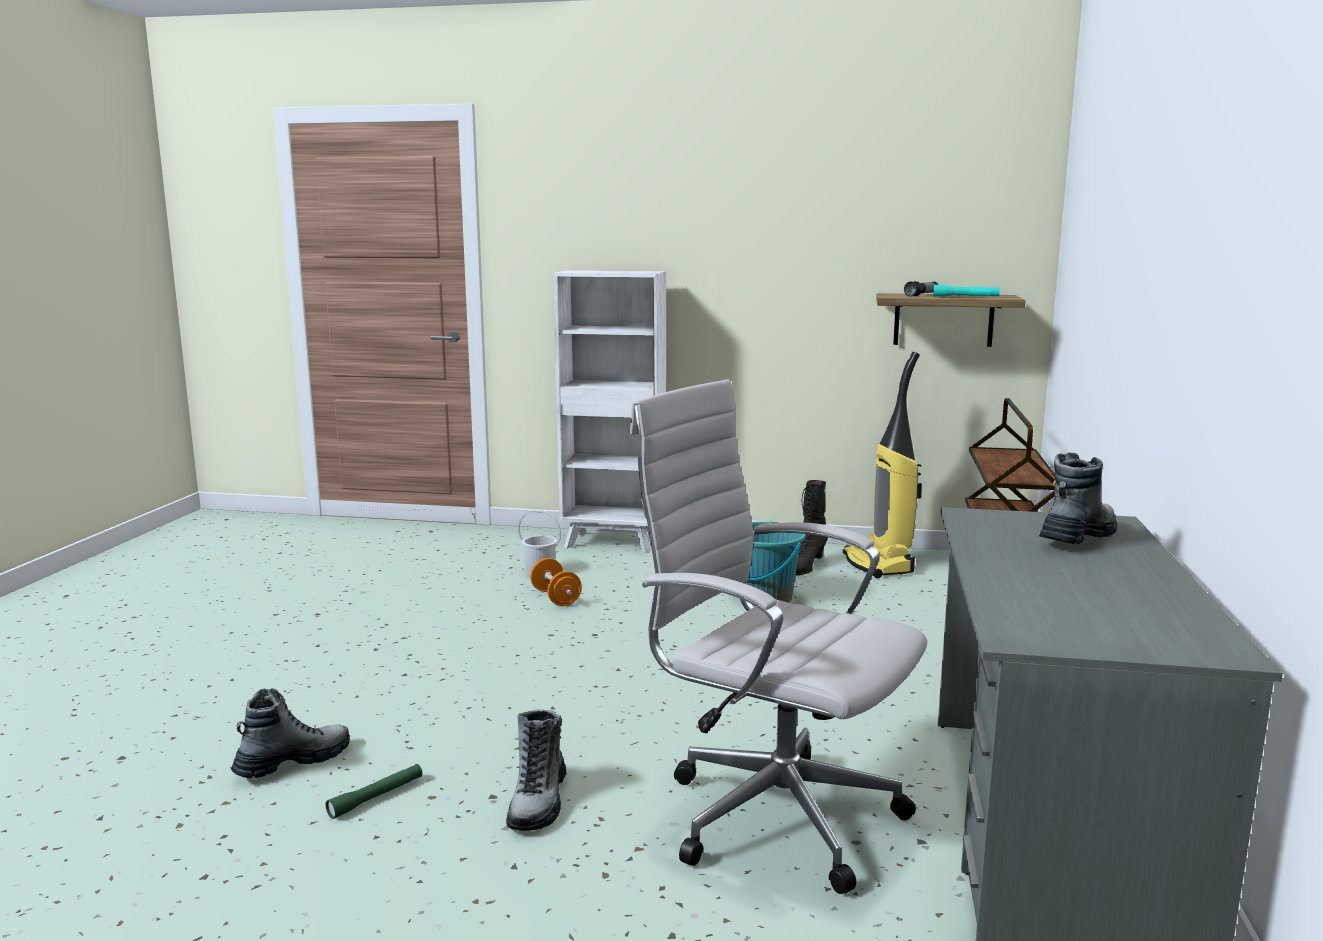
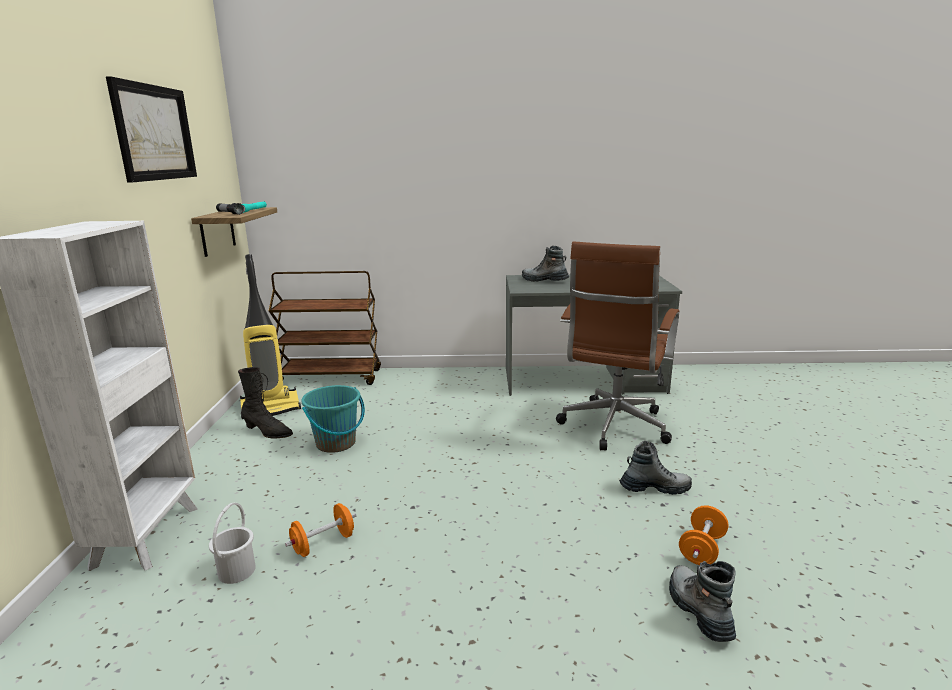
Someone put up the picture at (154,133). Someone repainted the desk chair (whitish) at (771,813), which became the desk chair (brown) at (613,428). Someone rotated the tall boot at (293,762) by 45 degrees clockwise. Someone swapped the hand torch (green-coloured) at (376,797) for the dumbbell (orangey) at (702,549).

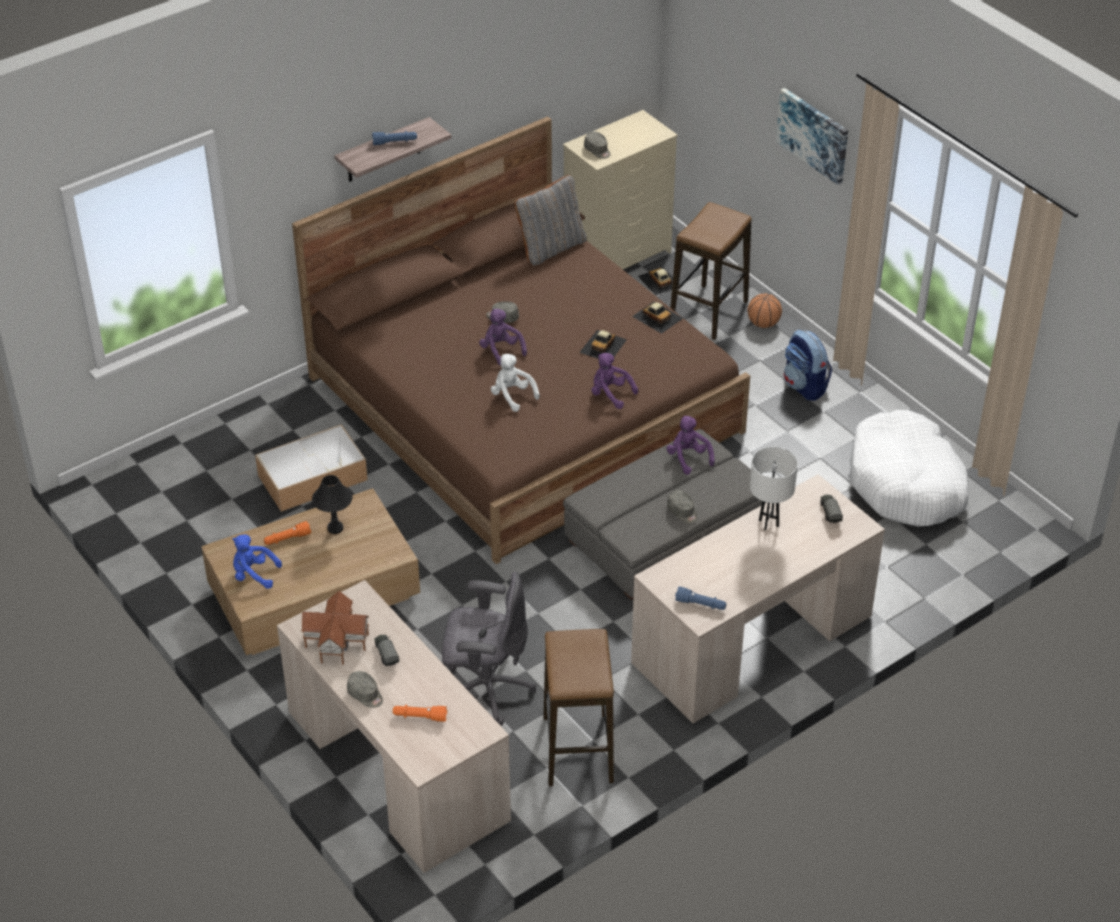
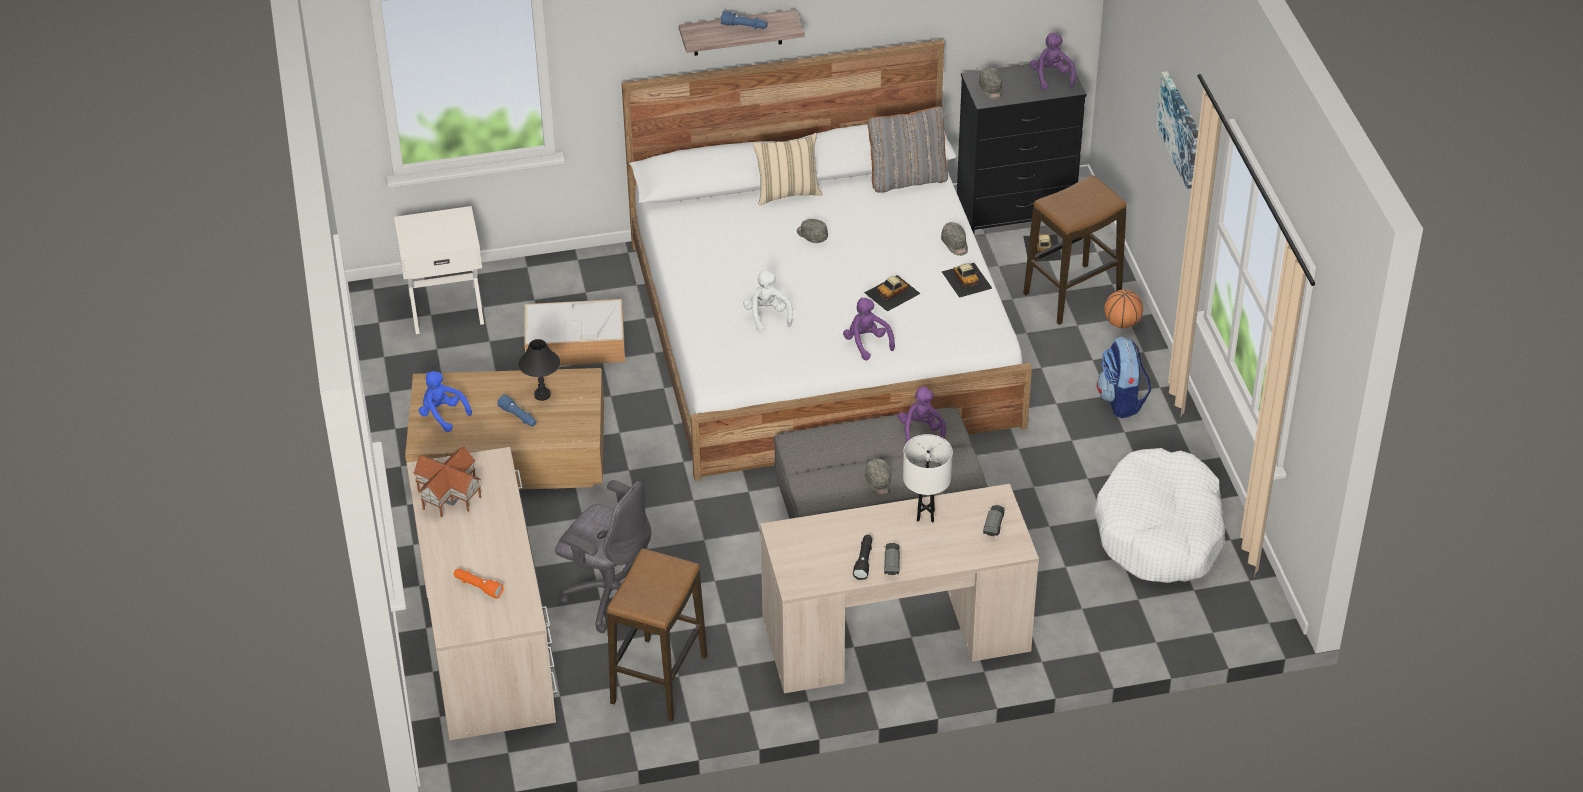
Someone put down the bedside table (whitish) at (446,307). Someone carried the hand torch (blue) from (700,604) to (518,417). Someone repainted the sleeping bed (brown) at (523,403), which became the sleeping bed (whitish) at (822,332). Someone put down the throw pillow (beige) at (787,192). Someone put down the hand torch (black-coloured) at (864,561). Someone carried the model truck from (386,654) to (892,563). Someone carried the cap (greyish) from (365,695) to (955,244). Someone repainted the drawer chest (beige) at (618,256), which became the drawer chest (black-coloured) at (1016,210). Someone carried the plush toy (purple-coloured) from (501,350) to (1051,77). Someone took away the hand torch (orangey) at (287,539).

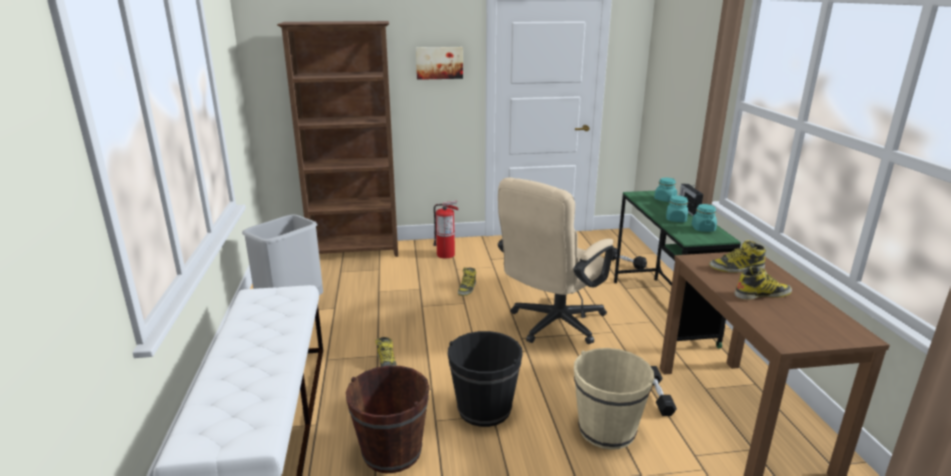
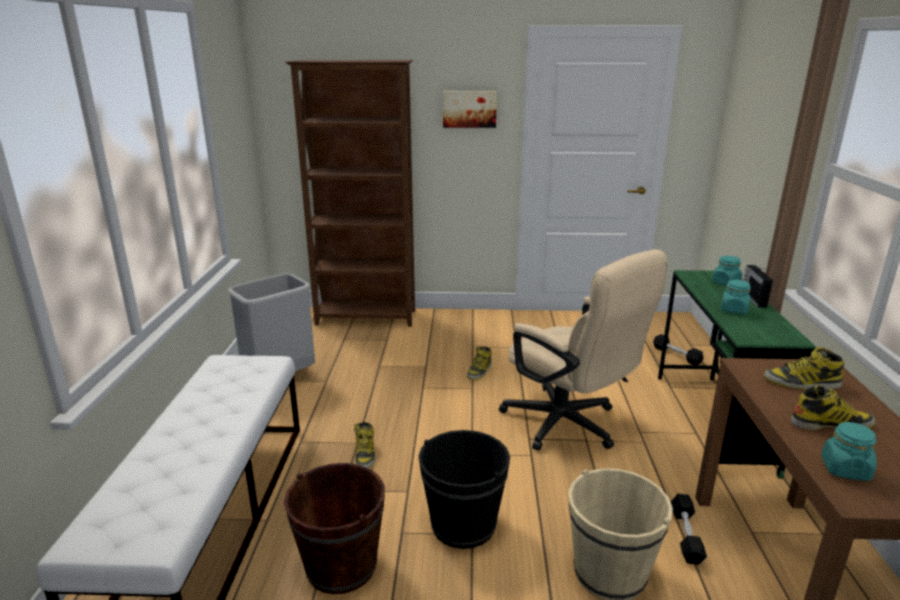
Someone rotated the desk chair (beige) at (552,325) by 90 degrees counterclockwise. Someone carried the storage jar (turquoise) from (703,229) to (844,469). Someone took away the fire-fighting cylinder at (446,254).

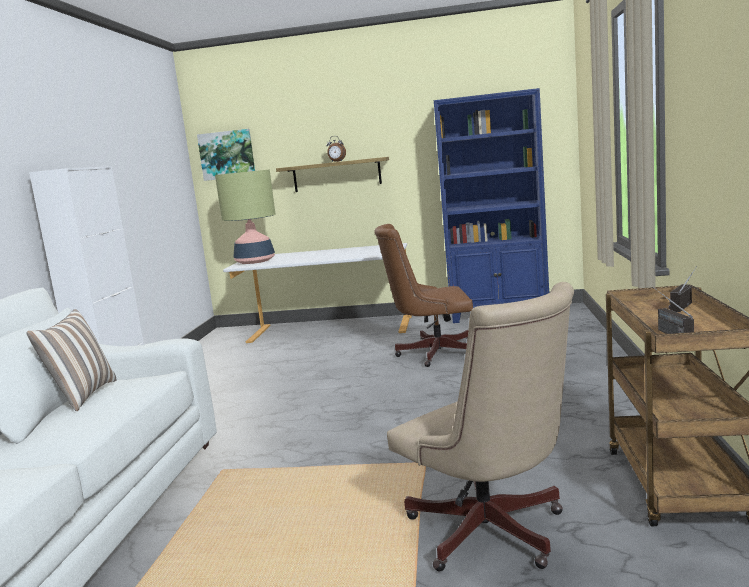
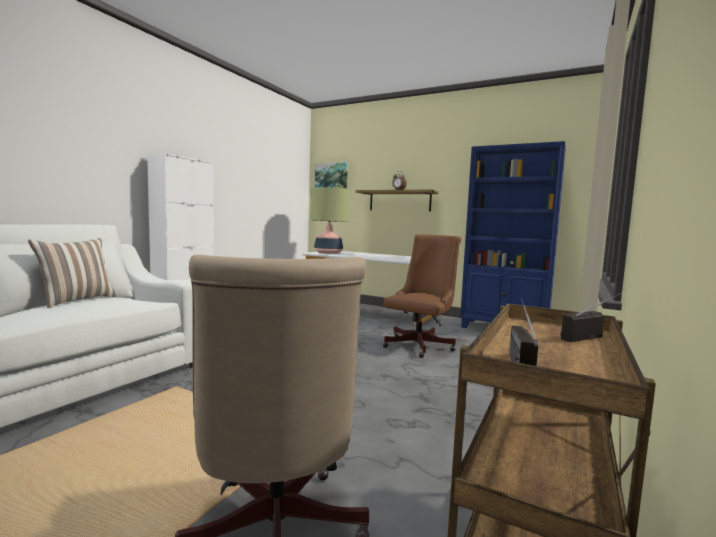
Someone rotated the desk chair (brown) at (432,353) by 105 degrees clockwise.

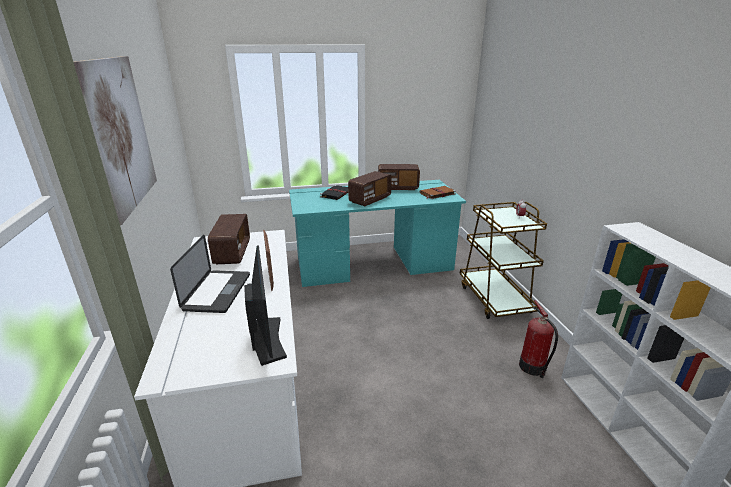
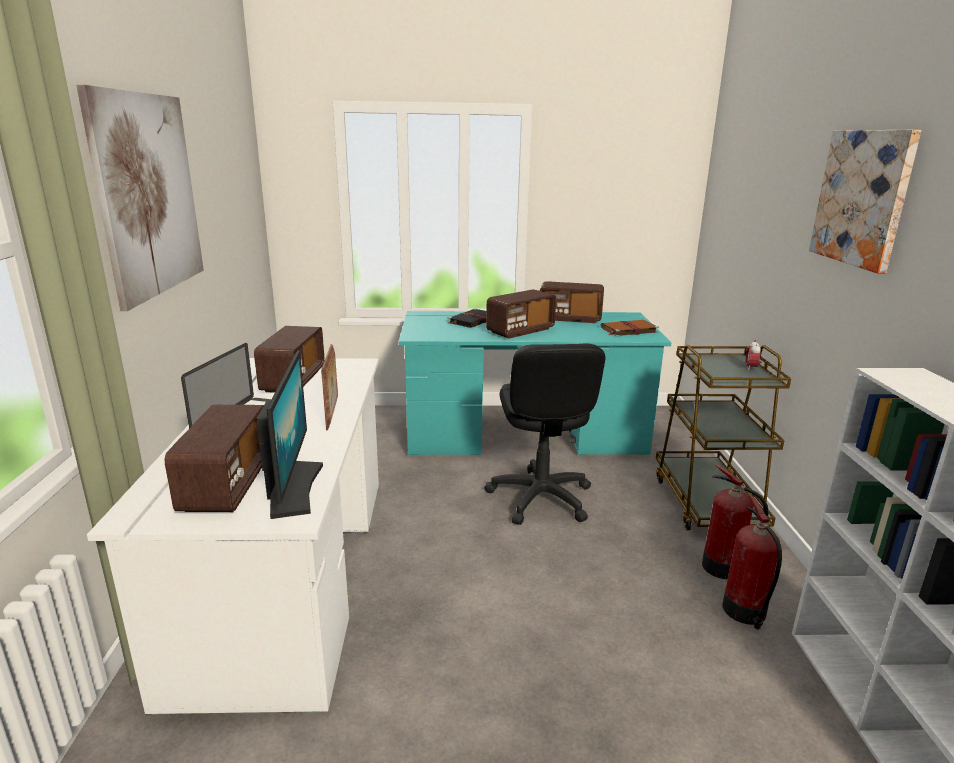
Someone put down the radio receiver at (226,485). Someone put down the desk chair (black-coloured) at (540,498). Someone put down the fire-fighting cylinder at (724,568). Someone put up the picture at (863,198).

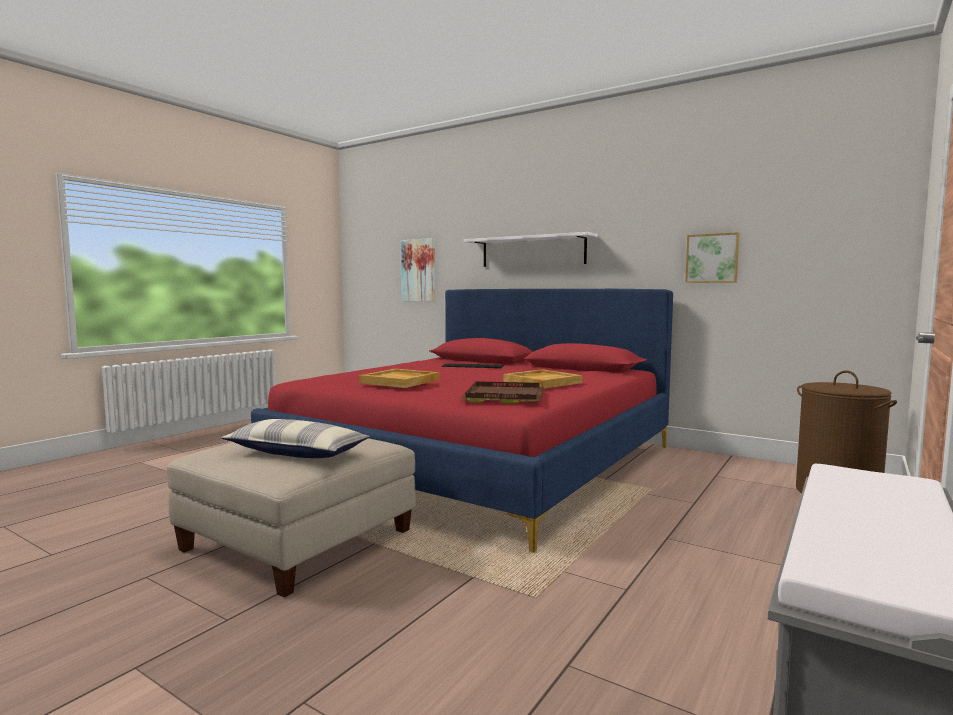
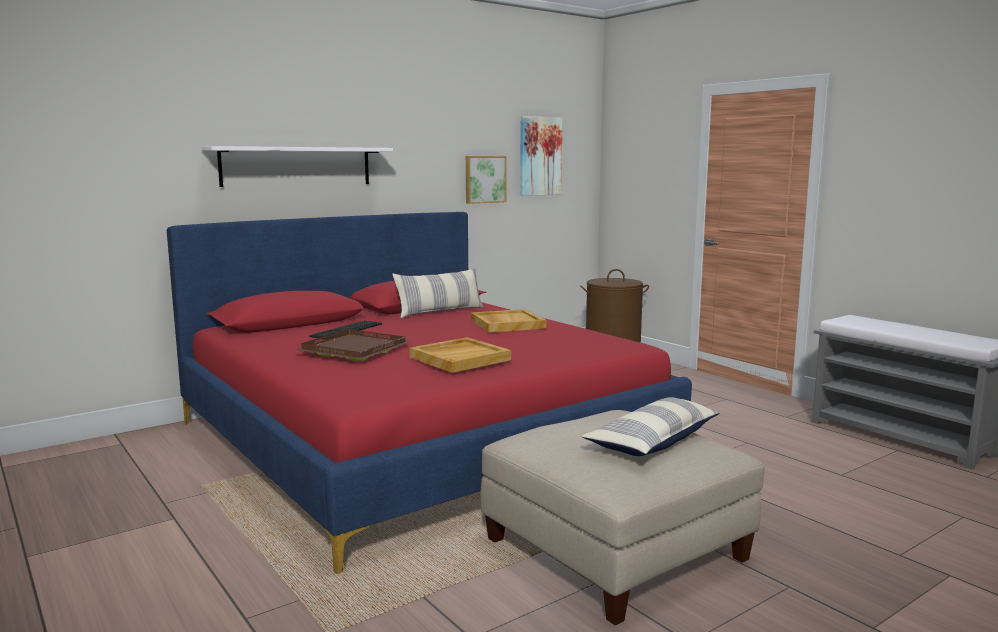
Someone carried the carrying tray (brown) from (505,396) to (354,348). Someone put down the throw pillow at (440,312). Someone carried the picture from (419,270) to (539,156).

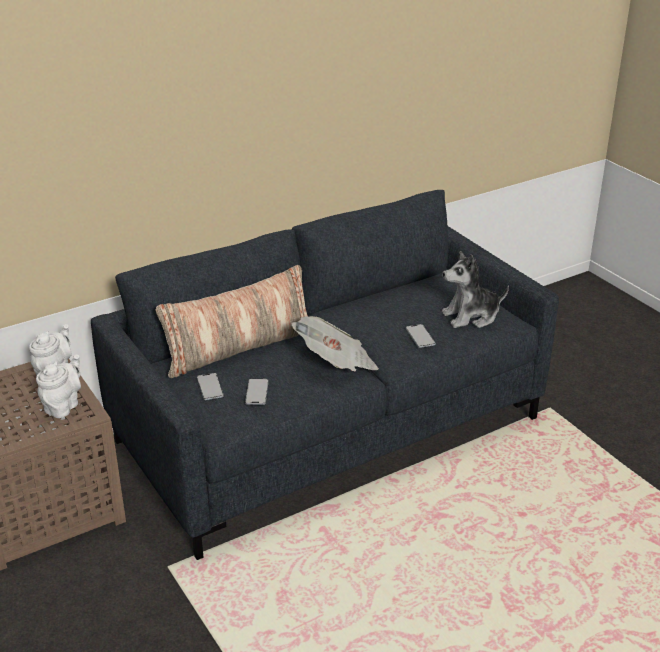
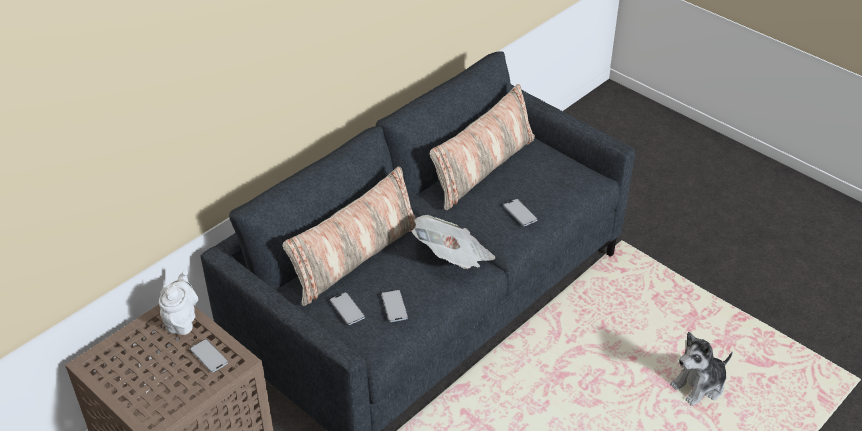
Someone swapped the teapot (whitish) at (63,406) for the handset at (209,356). Someone put down the throw pillow at (483,168). Someone carried the plush toy from (471,316) to (699,385).

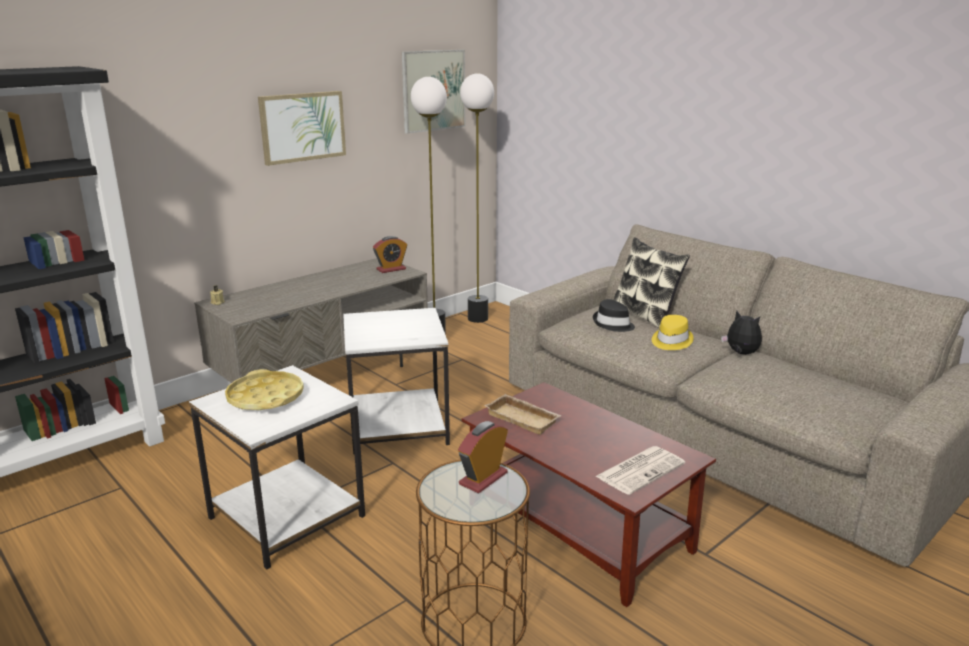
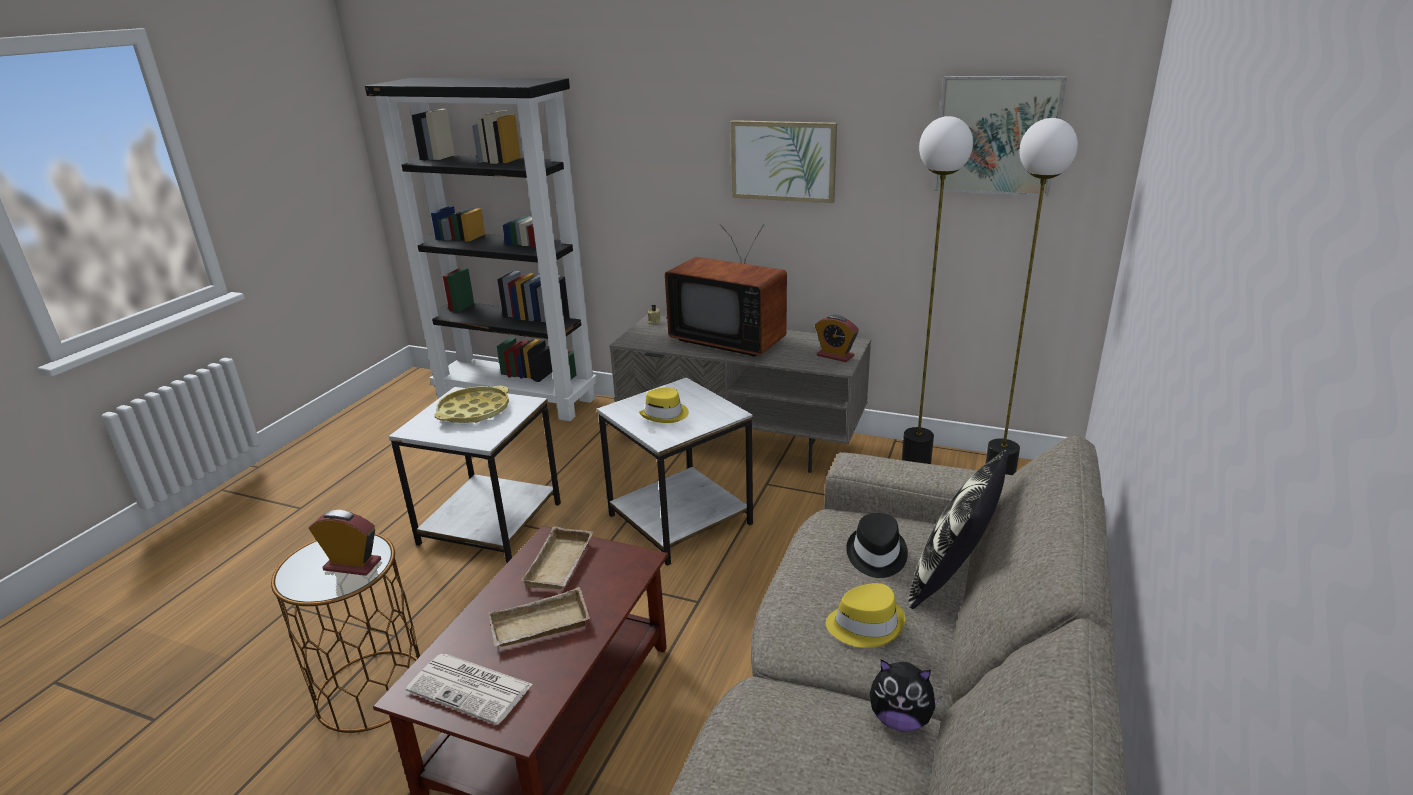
Someone put down the carrying tray (beige) at (539,627). Someone put down the wearable hat (yellowish) at (665,415). Someone put down the TV set at (730,339). Someone rotated the plush toy at (741,354) by 90 degrees clockwise.

